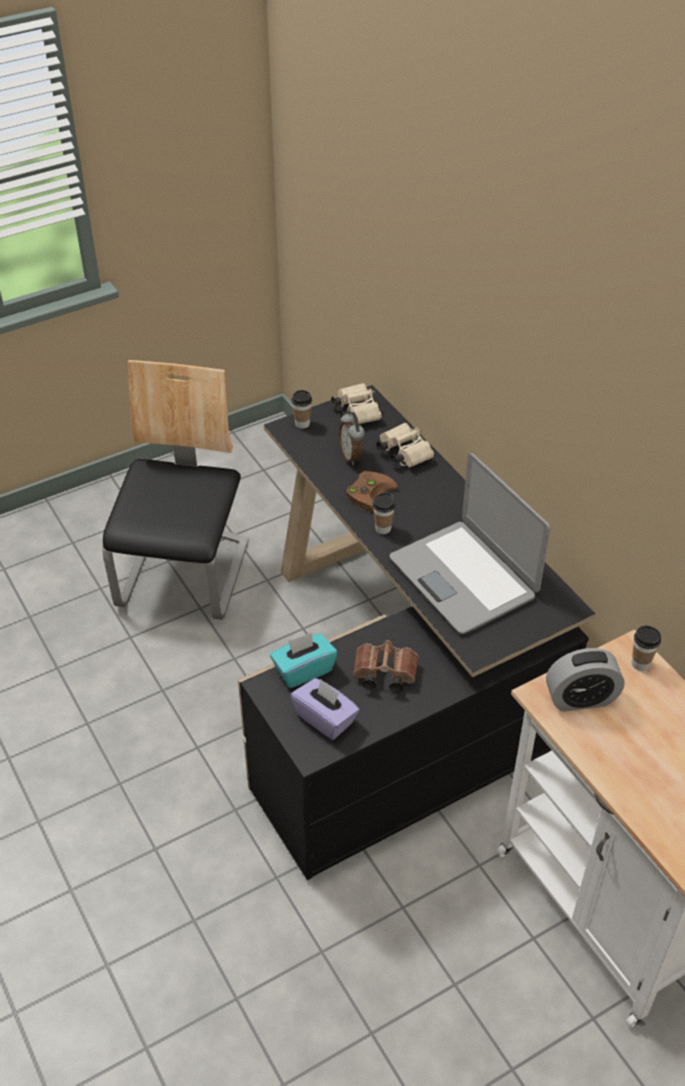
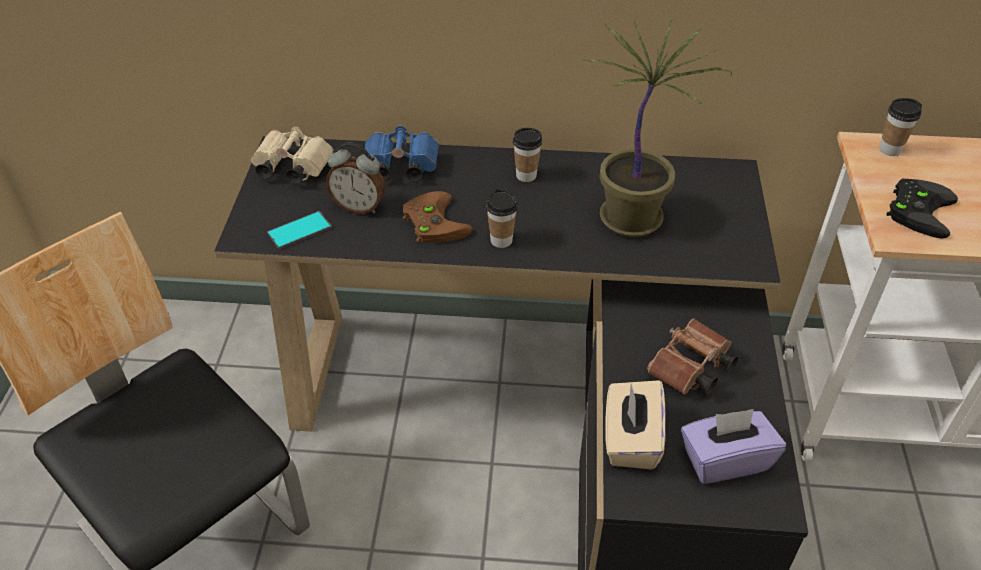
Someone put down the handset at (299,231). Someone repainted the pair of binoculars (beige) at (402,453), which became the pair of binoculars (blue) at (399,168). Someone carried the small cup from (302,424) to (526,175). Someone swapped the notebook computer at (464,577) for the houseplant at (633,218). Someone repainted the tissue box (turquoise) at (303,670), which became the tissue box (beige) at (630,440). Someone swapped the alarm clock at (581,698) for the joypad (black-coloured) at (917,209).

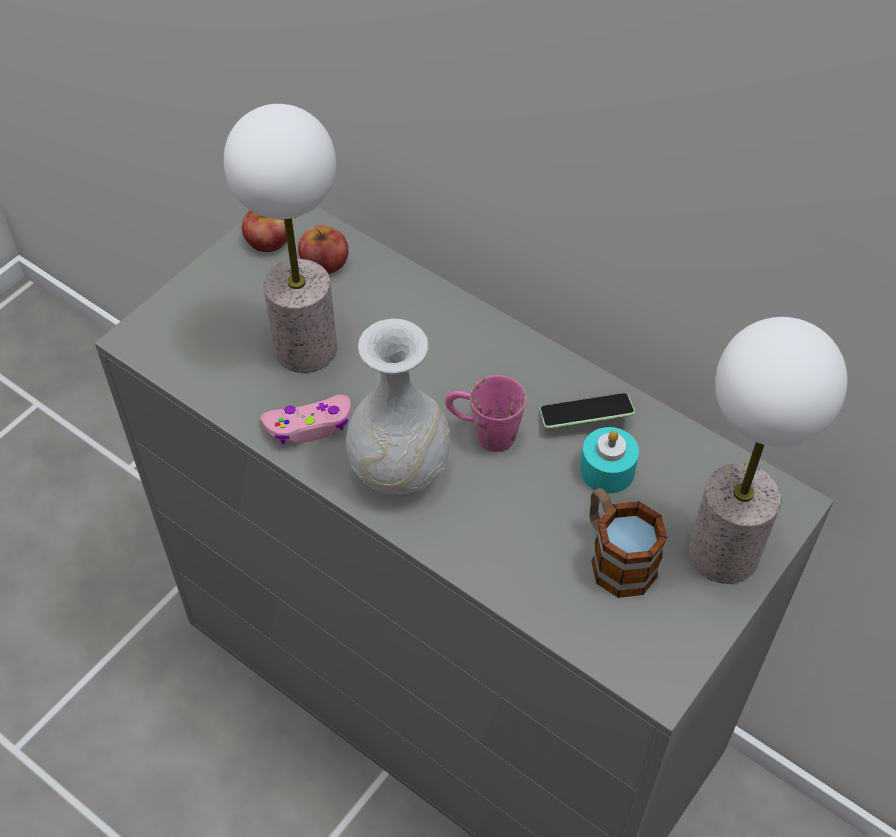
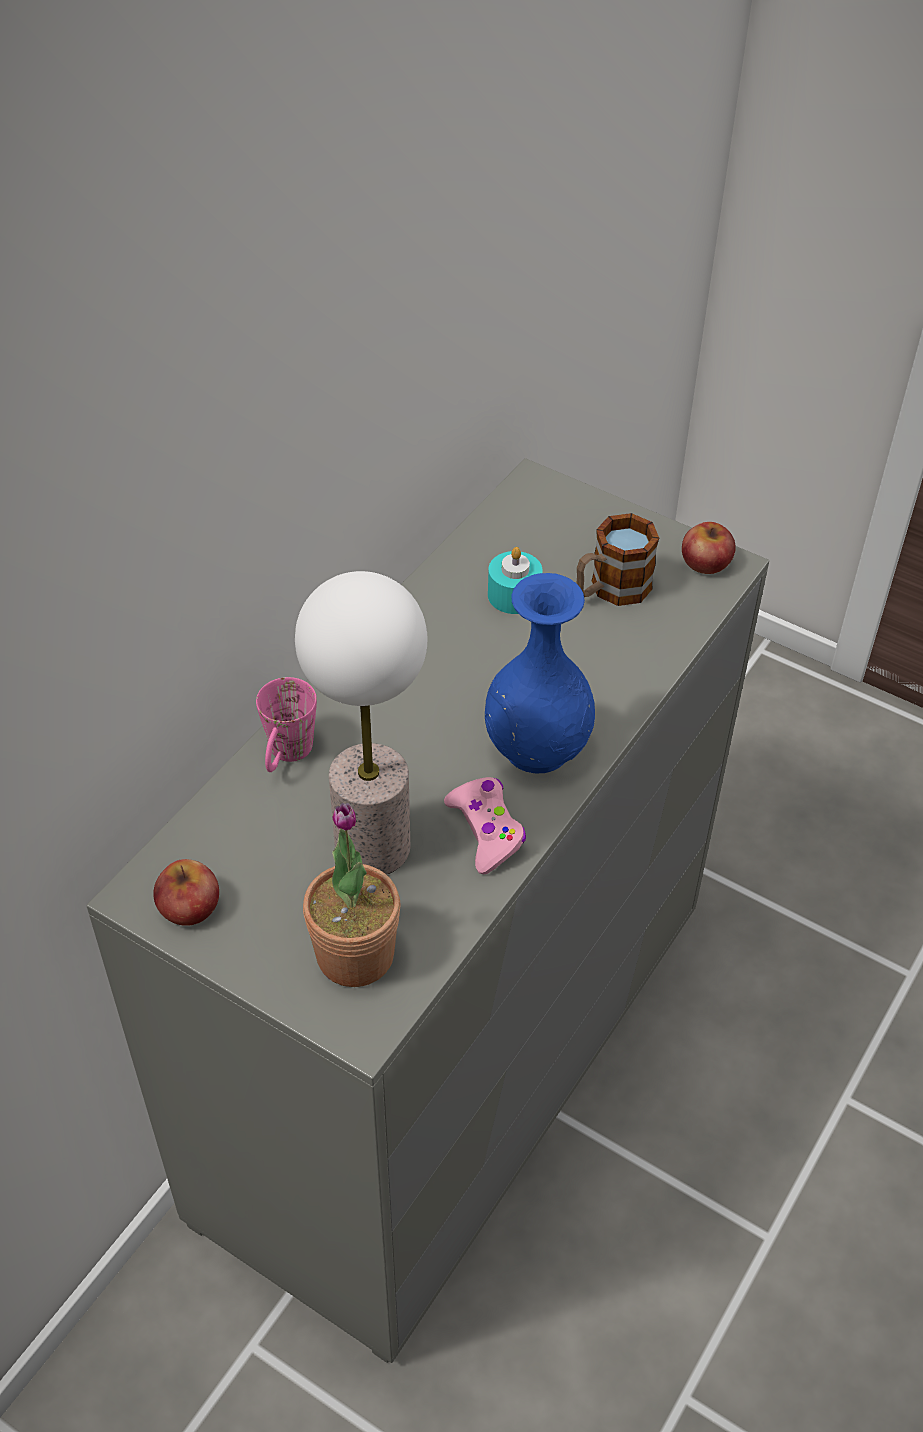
Someone carried the mug (pink-coloured) from (482,432) to (286,757). Someone put down the houseplant at (355,955). Someone repainted the vase (whitish) at (401,471), which became the vase (blue) at (537,747). Someone carried the apple fruit from (324,262) to (706,562). Someone took away the handset at (585,419). Someone took away the tabletop lamp at (724,552).

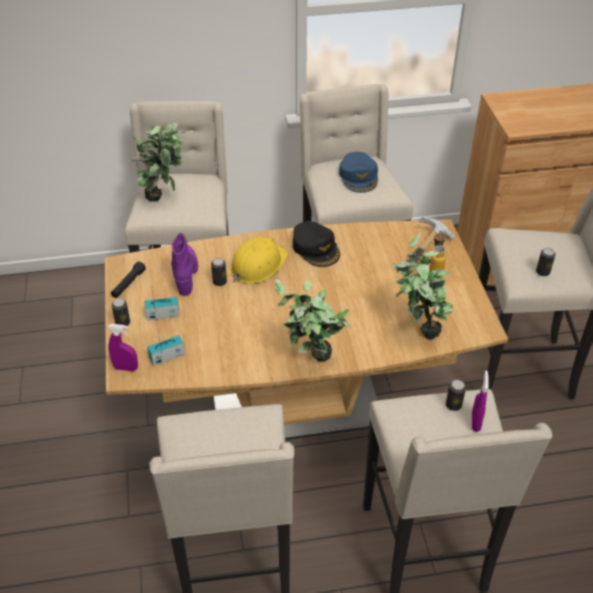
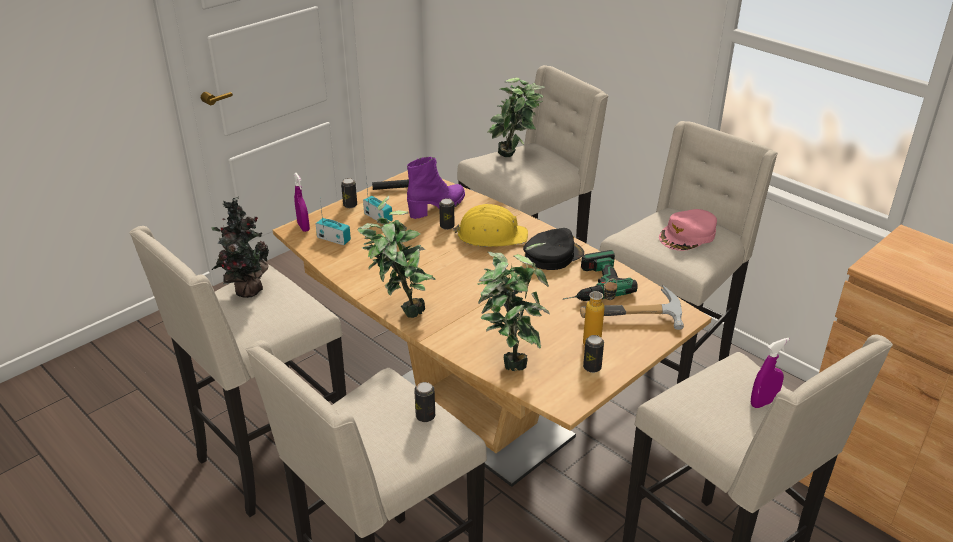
Someone put down the houseplant at (246,290). Someone rotated the cap (black-coloured) at (316,248) by 150 degrees counterclockwise. Someone put down the power drill at (589,285). Someone carried the can from (542,272) to (592,367). Someone repainted the cap (blue) at (359,176), which became the cap (pink-coloured) at (688,236). Someone carried the sprayer (purple-coloured) from (475,422) to (763,402).

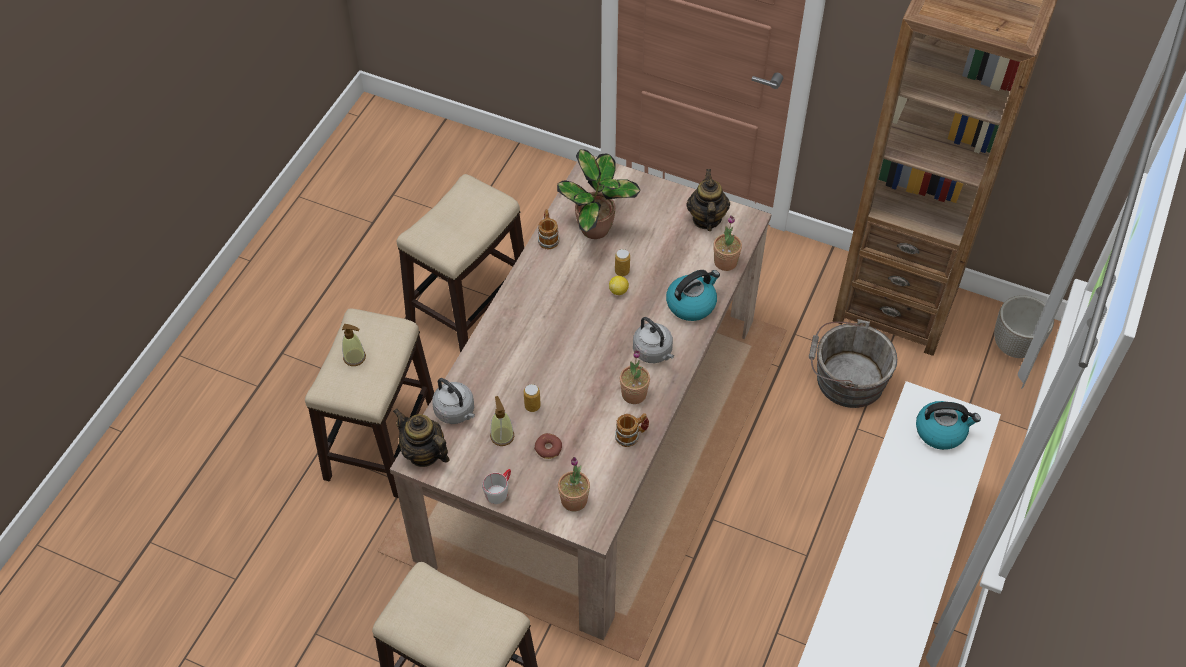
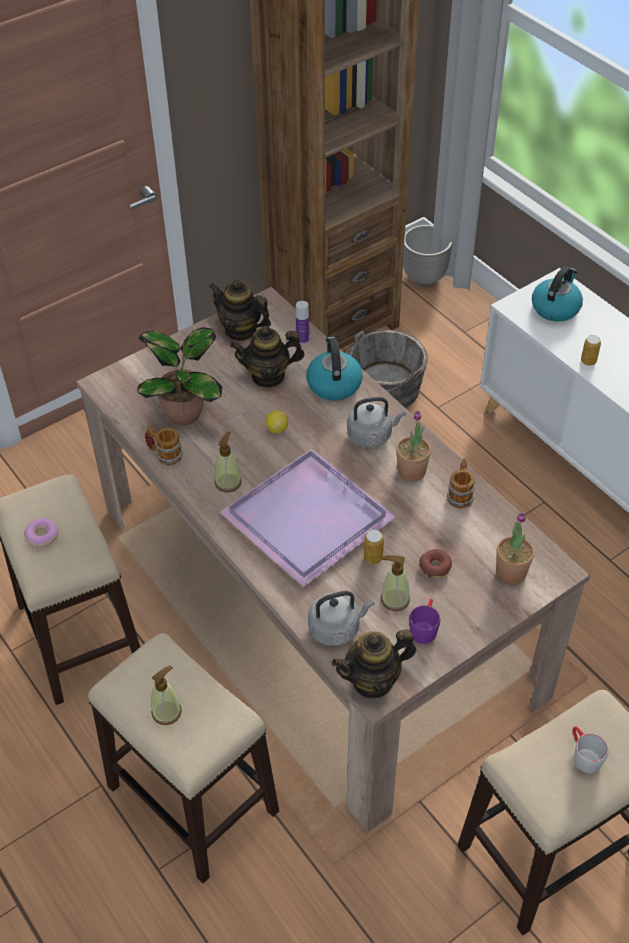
Someone put down the ring doughnut at (42,536). Someone put down the liquid soap bottle at (228,482). Someone put down the carrying tray (purple-coloured) at (307,515). Someone put down the teapot at (268,376). Someone swapped the houseplant at (725,262) for the drink bottle at (302,339). Someone put down the mug (purple-coloured) at (424,627). Someone carried the mug (greyish) from (499,490) to (583,755). Someone carried the can from (622,271) to (588,361).

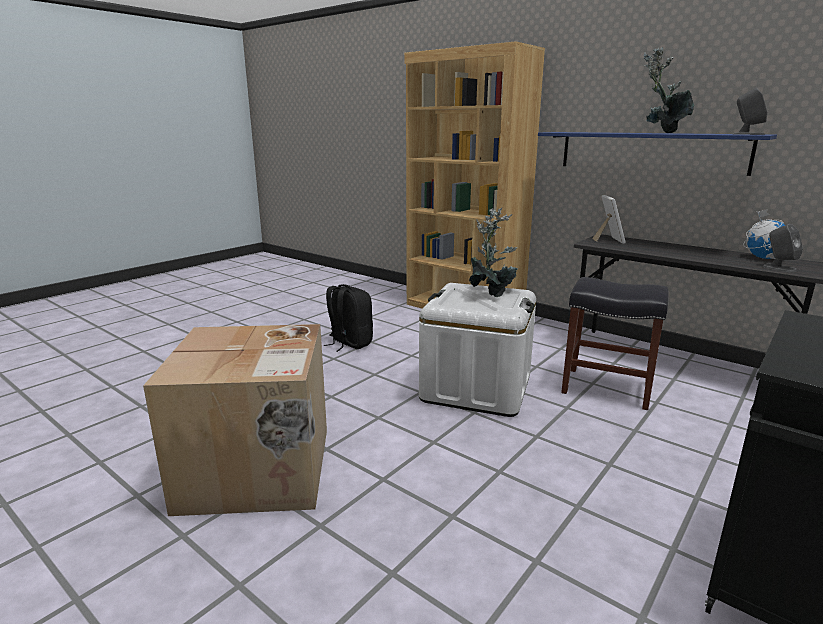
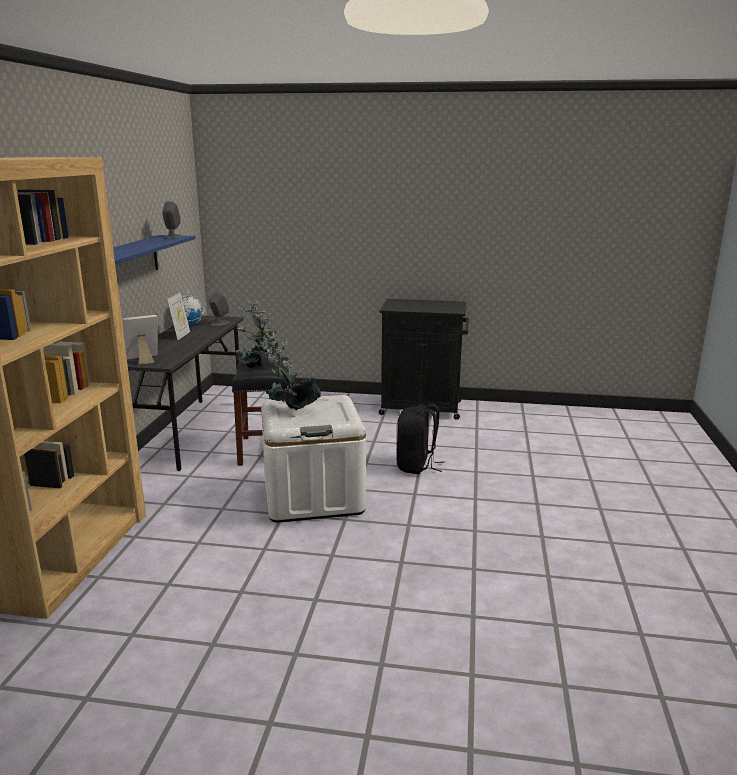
Someone put down the picture frame at (180,335). Someone carried the houseplant from (661,133) to (258,369). Someone carried the rucksack (black-coloured) from (349,343) to (417,466). Someone took away the cardboard box at (258,469).

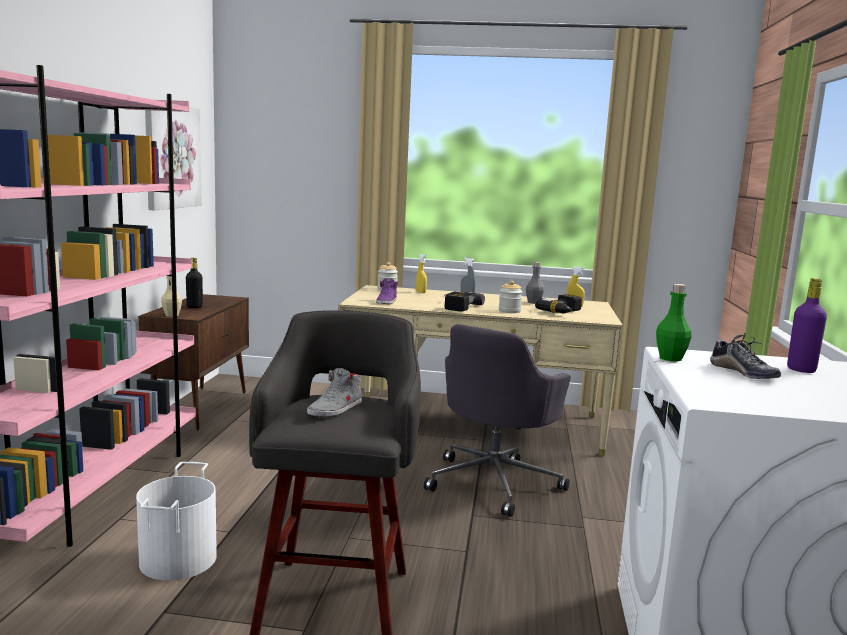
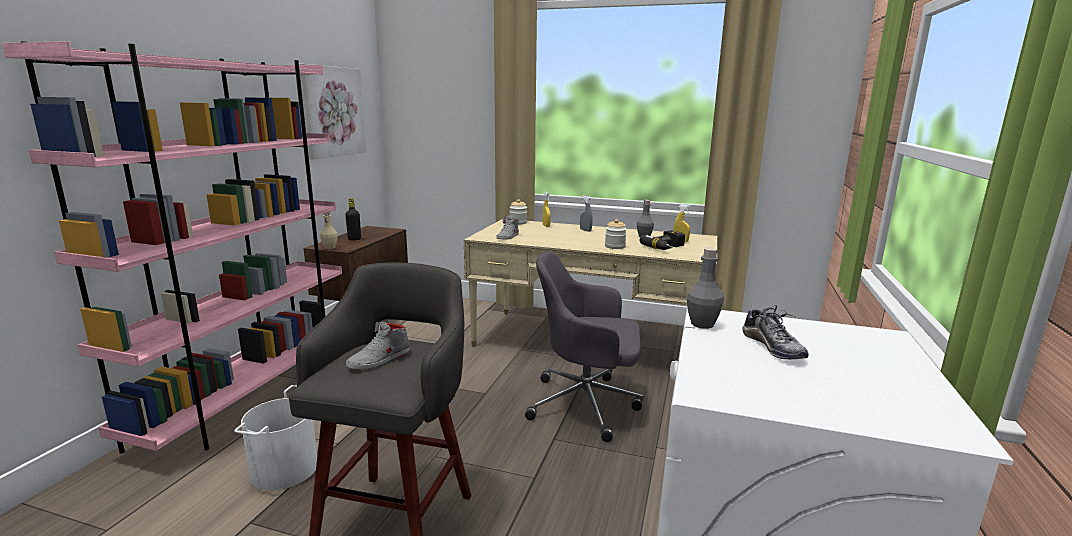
Someone repainted the item of footwear (purple-coloured) at (386,302), which became the item of footwear (greyish) at (508,237). Someone rotated the desk chair (greyish) at (494,482) by 60 degrees clockwise. Someone repainted the drink bottle (green-coloured) at (670,358), which became the drink bottle (greyish) at (702,324). Someone took away the power drill at (457,306). Someone took away the drink bottle (purple-coloured) at (801,370).

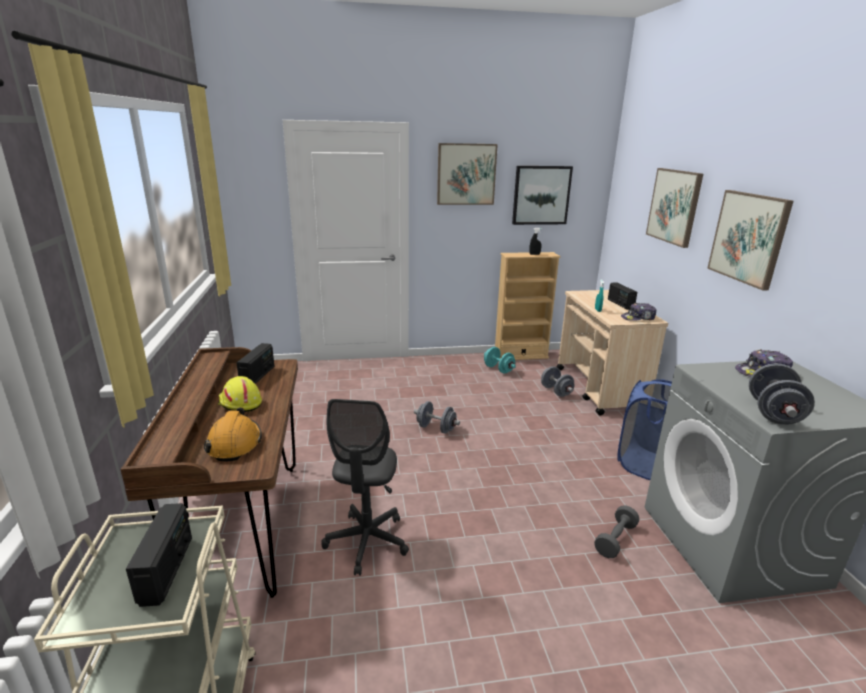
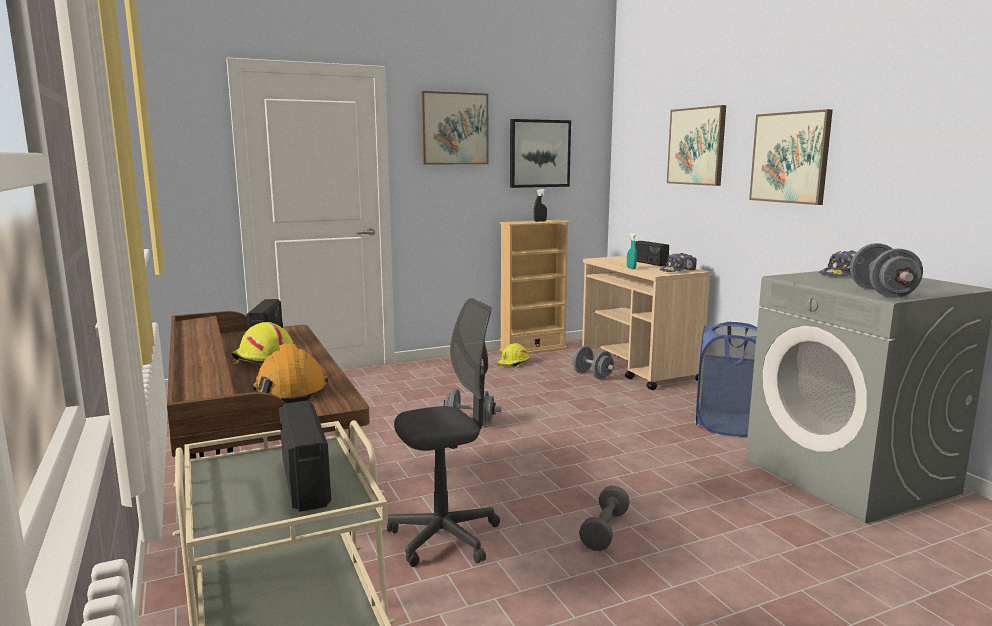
Someone rotated the desk chair (greyish) at (367,542) by 105 degrees counterclockwise. Someone swapped the dumbbell (turquoise) at (498,369) for the work helmet (yellowish) at (514,363). Someone carried the dumbbell (greyish) from (615,540) to (604,530).

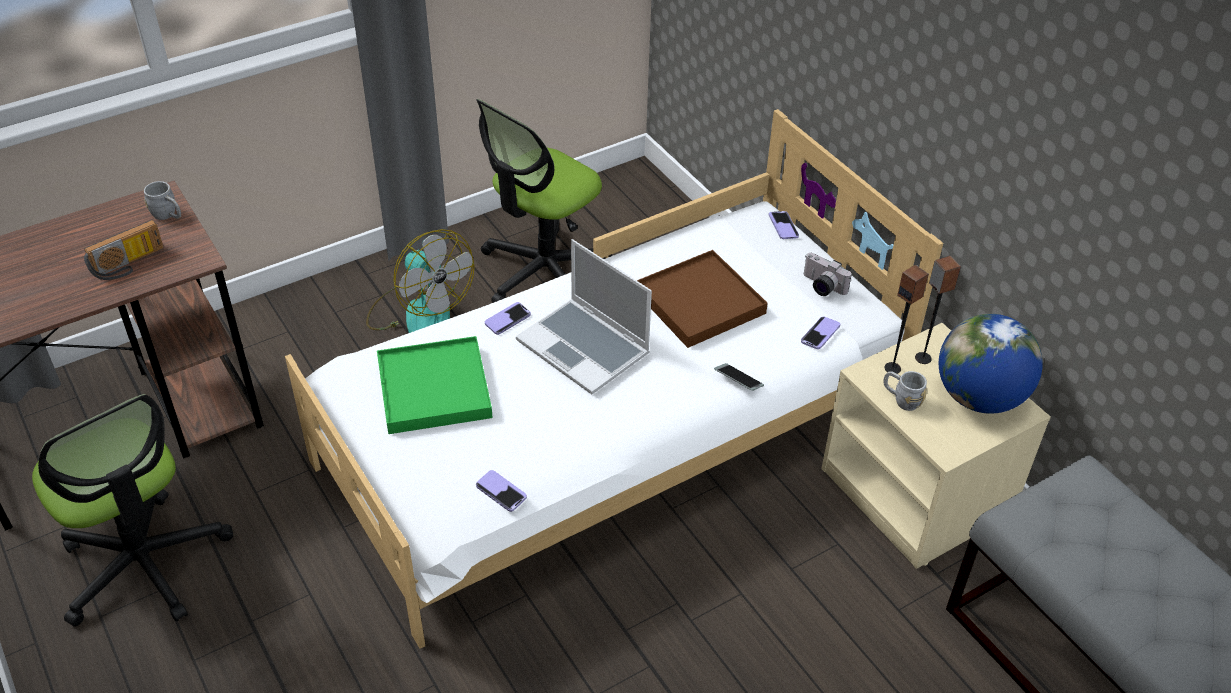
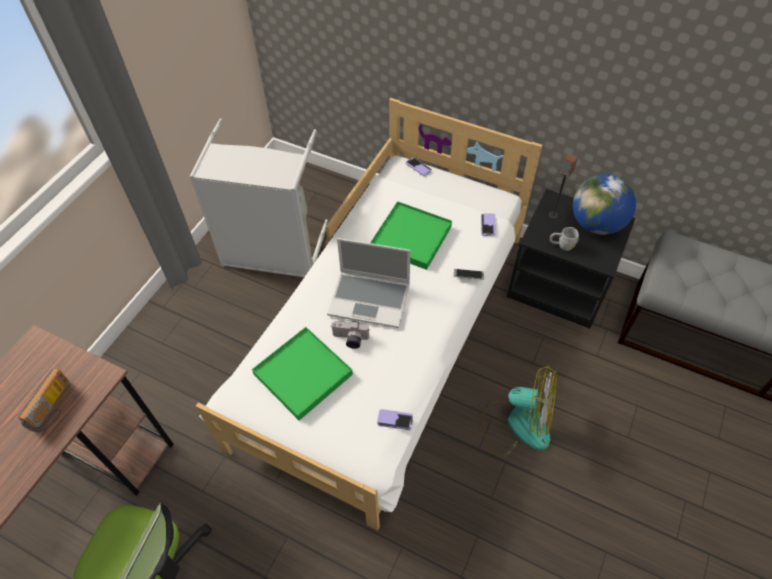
Someone swapped the desk chair at (544,272) for the washing basket (greyish) at (272,253). Someone carried the still camera from (821,287) to (350,340). Someone repainted the carrying tray (brown) at (700,302), which became the carrying tray (green-coloured) at (411,237). Someone carried the fan from (419,312) to (517,423). Someone repainted the bedside table (beige) at (918,492), which became the bedside table (black-coloured) at (560,285). Someone took away the mug (greyish) at (168,215). Someone took away the handset at (507,319). Someone took away the audio speaker at (893,368).

